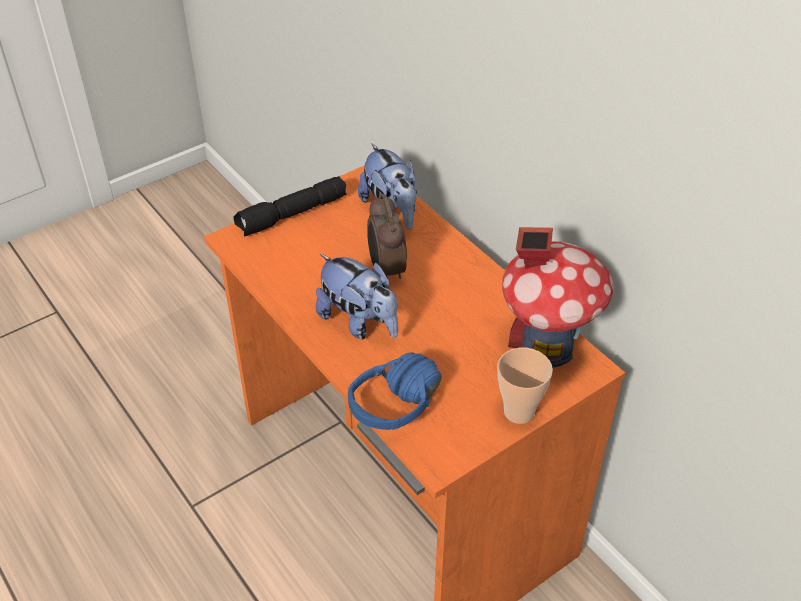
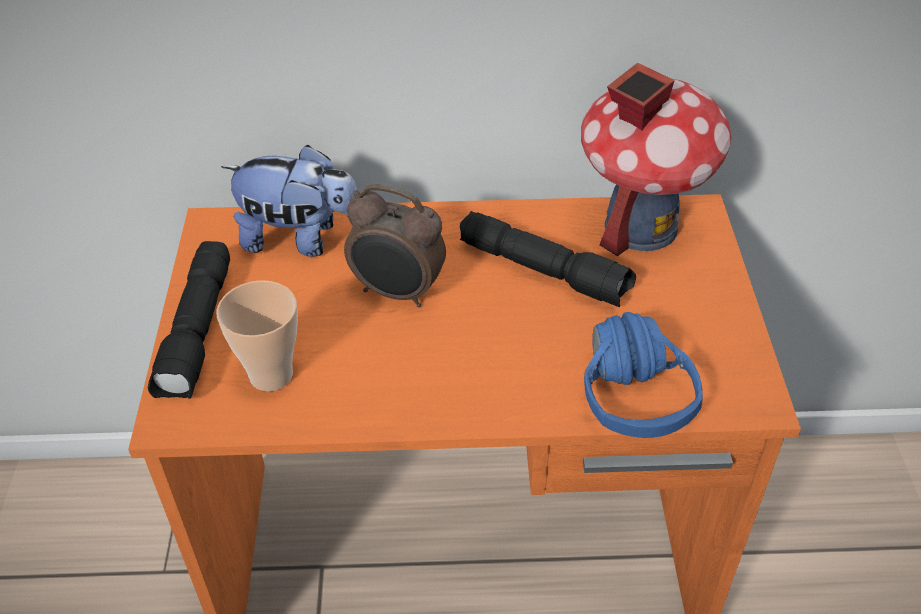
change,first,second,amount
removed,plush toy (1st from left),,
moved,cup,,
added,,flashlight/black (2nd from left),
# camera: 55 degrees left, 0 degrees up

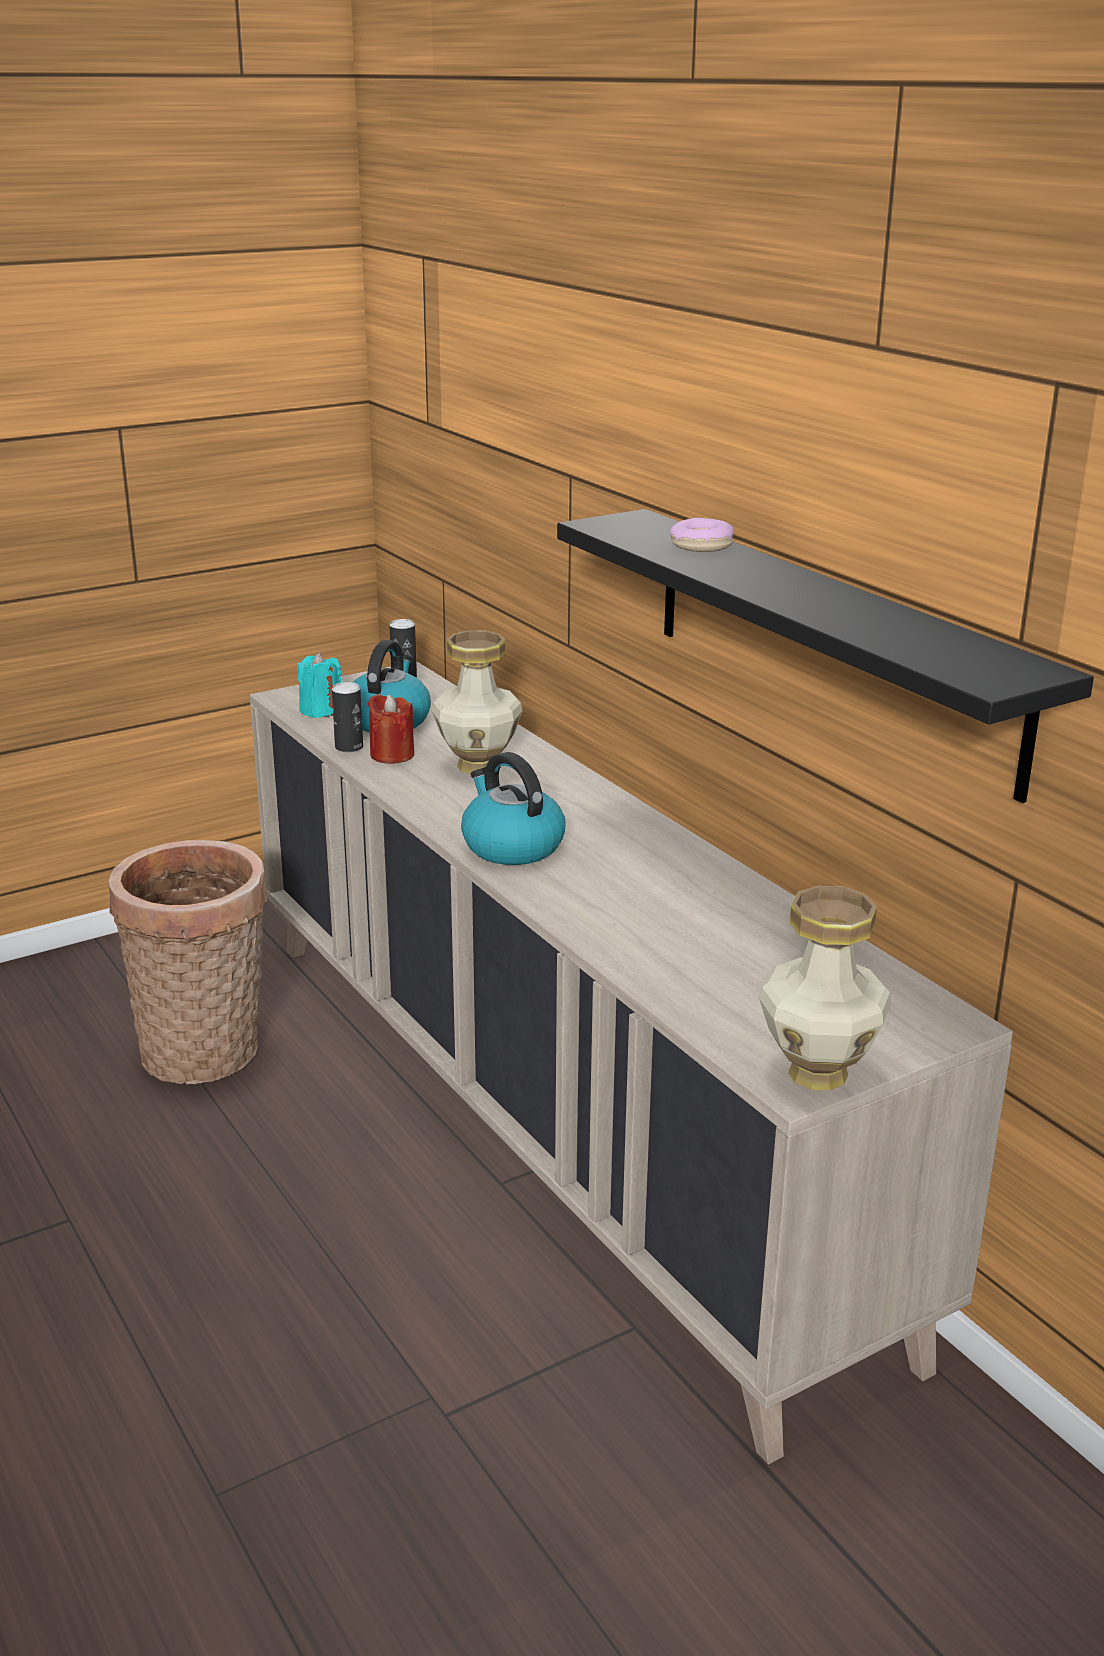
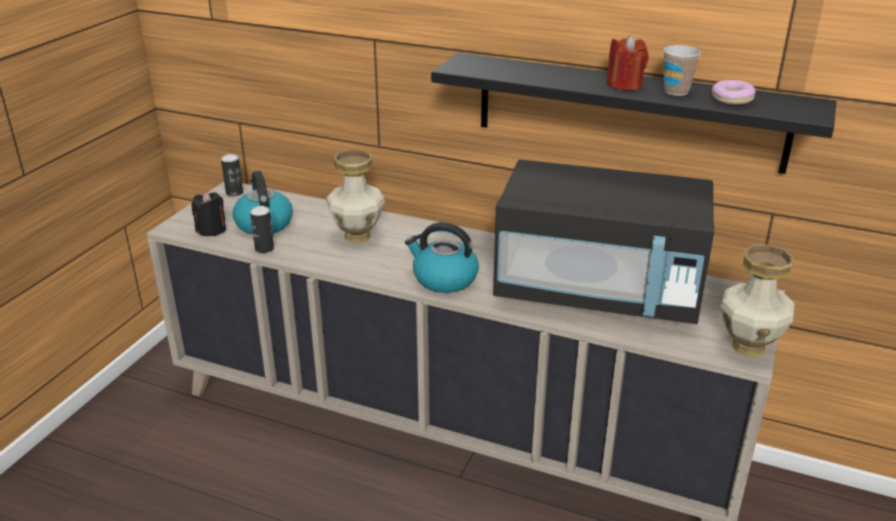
change,first,second,amount
moved,donut,,
recoloured,candle/turquoise,candle/black,
moved,candle/red,,
removed,basket,,
added,,cup,
added,,microwave/black,
# camera: 35 degrees left, 5 degrees up

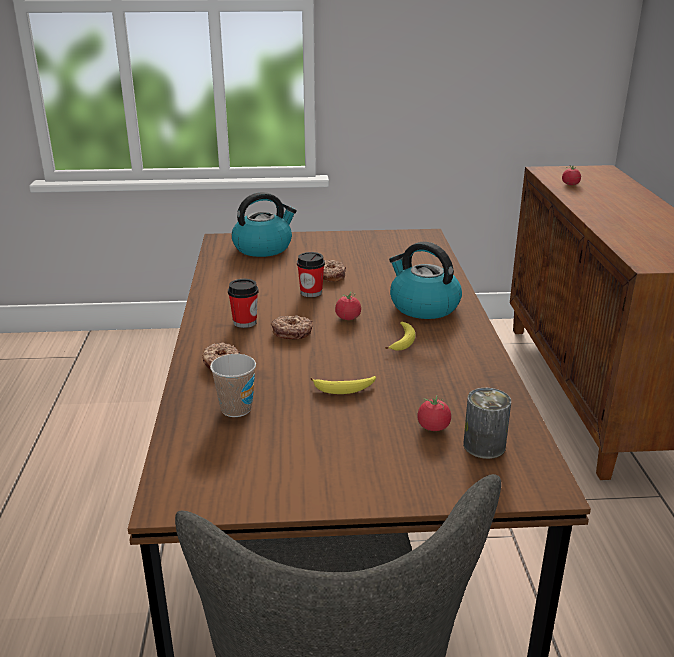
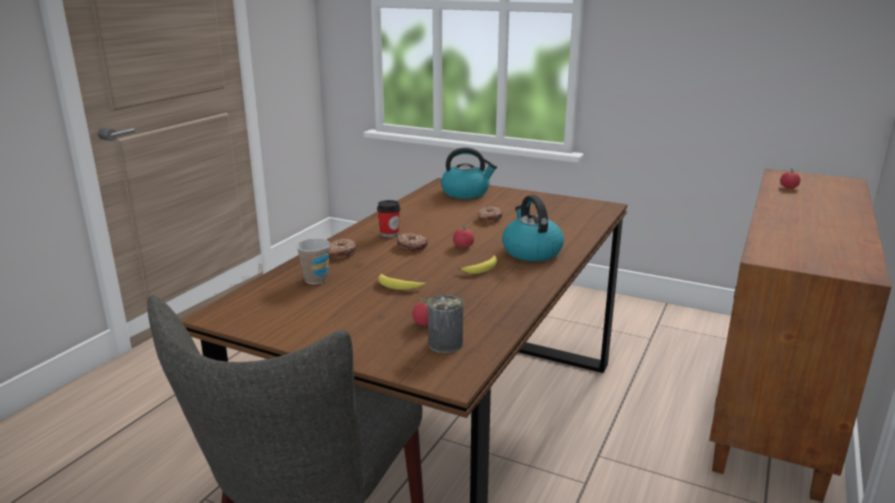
change,first,second,amount
removed,cup (3rd from left),,
# camera: 30 degrees right, 5 degrees down

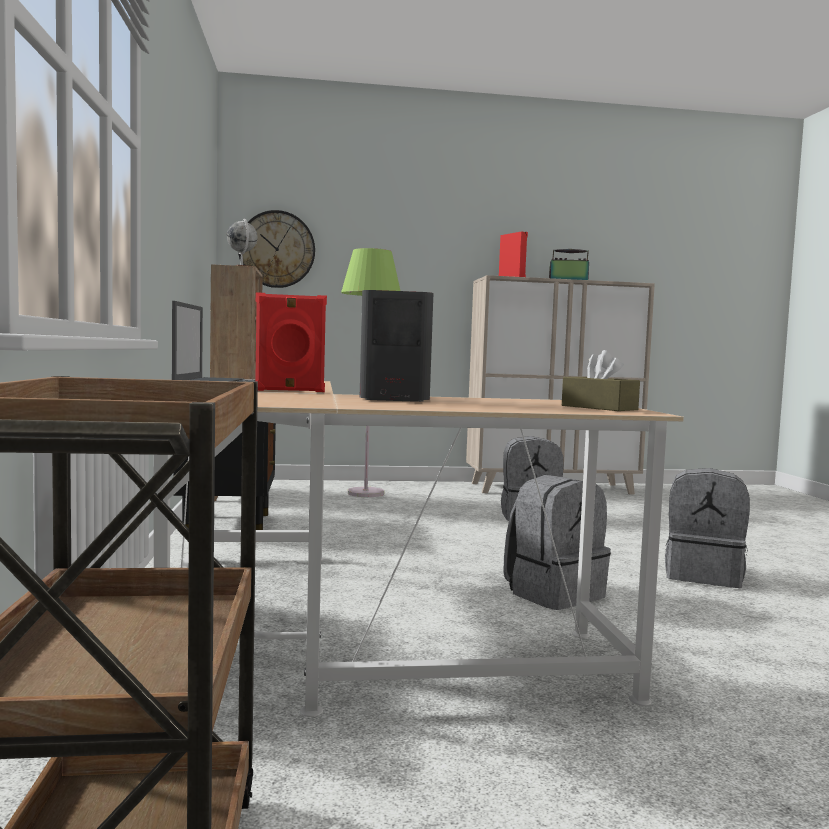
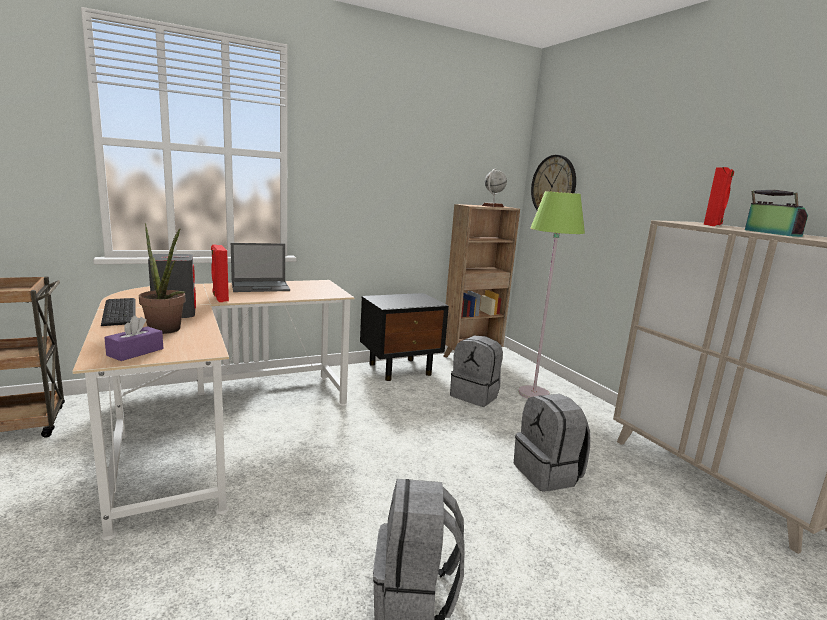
change,first,second,amount
recoloured,tissue box/brown,tissue box/purple,
moved,backpack/grey (2nd from left),,
added,,potted plant,
added,,keyboard,
# camera: 70 degrees right, 10 degrees up

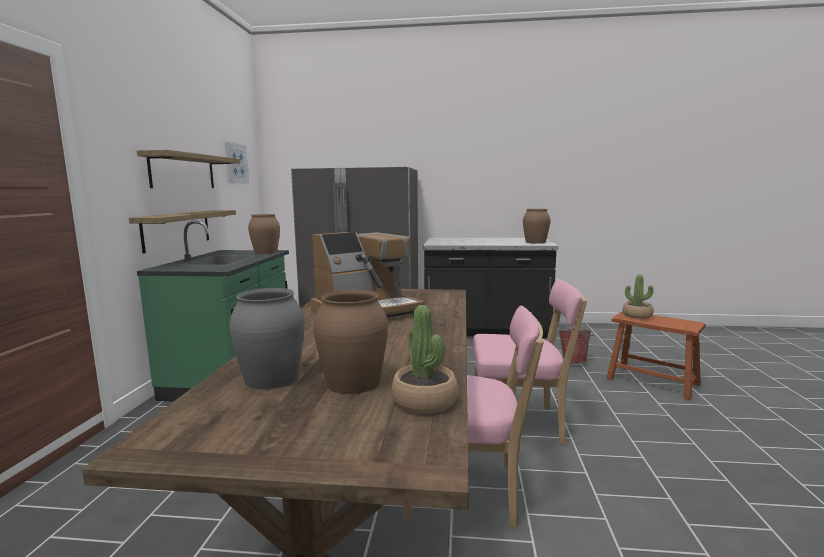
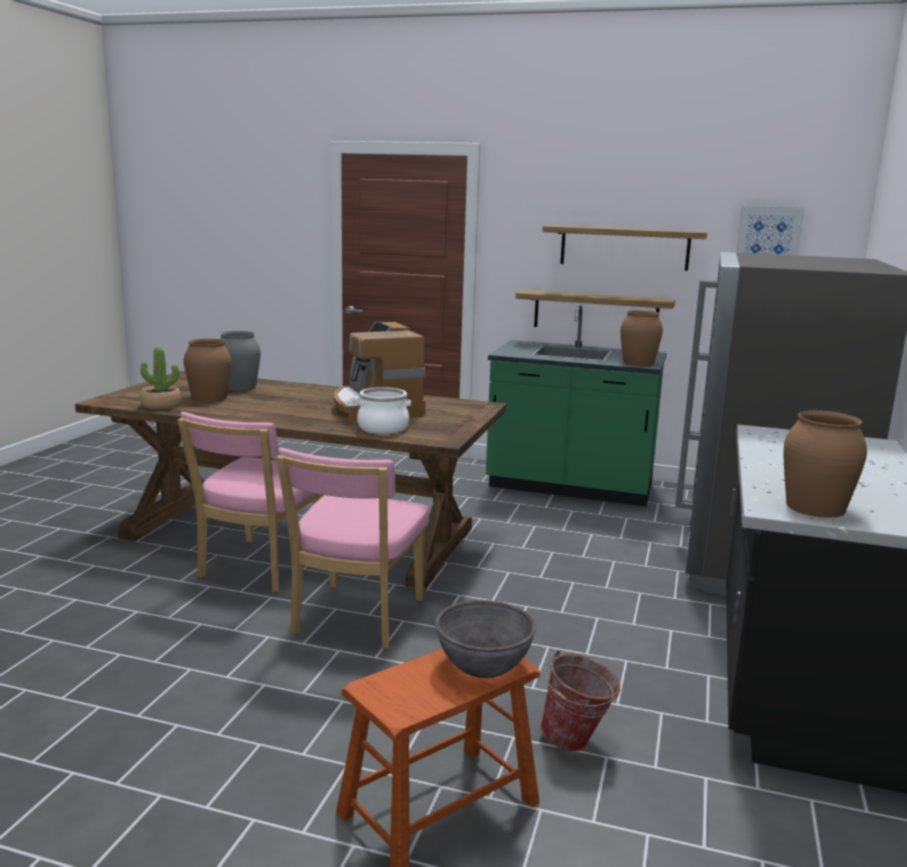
change,first,second,amount
replaced,potted plant (2nd from left),bowl/grey,
added,,cooking pot,
# camera: 100 degrees right, 5 degrees up

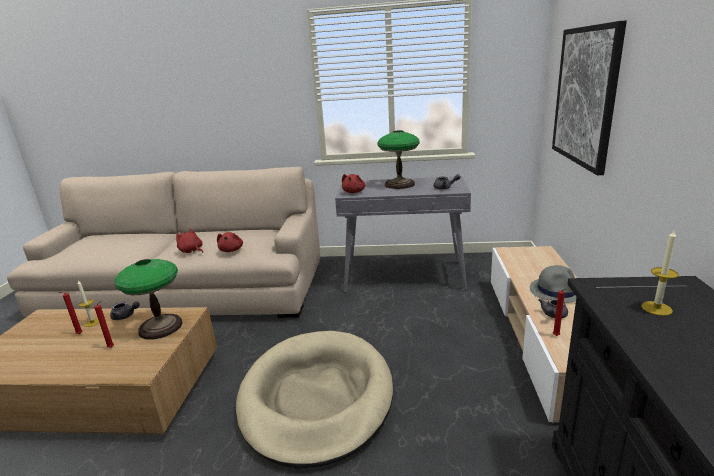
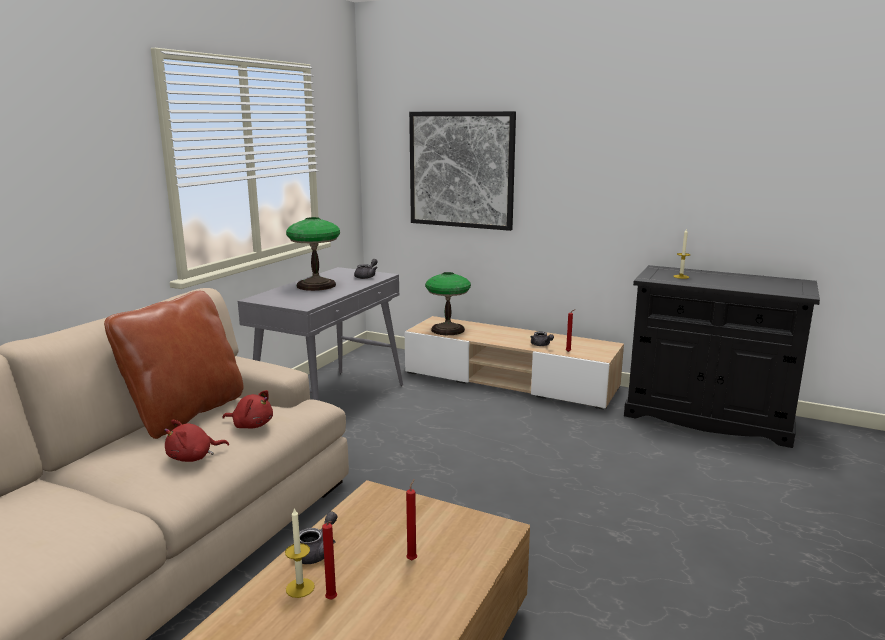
change,first,second,amount
removed,plush toy/red (3rd from left),,
moved,table lamp (1st from left in the first image),table lamp (2nd from left),
removed,hat/grey,,
removed,dog bed/beige,,
added,,pillow/brown,
# camera: 70 degrees left, 5 degrees down

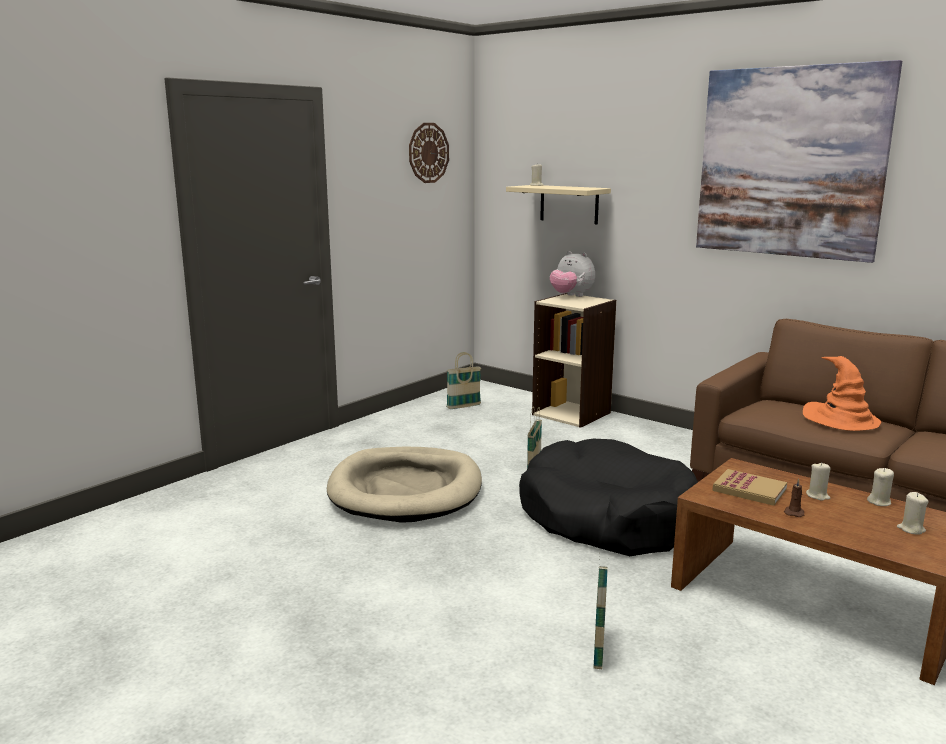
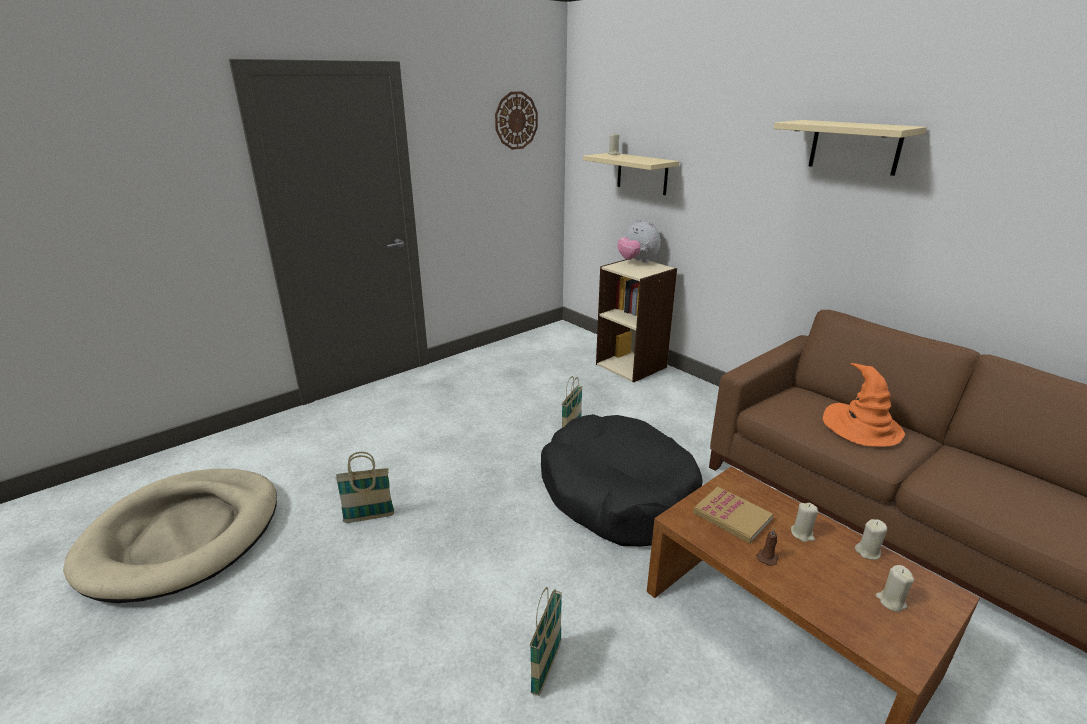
change,first,second,amount
replaced,picture,shelf/beige (2nd from left),
moved,basket (1st from left),,
moved,dog bed/beige,,
# camera: 10 degrees right, 10 degrees up

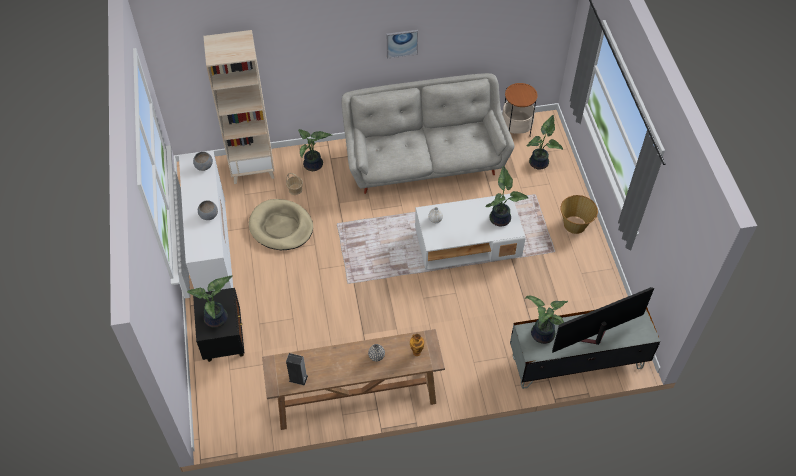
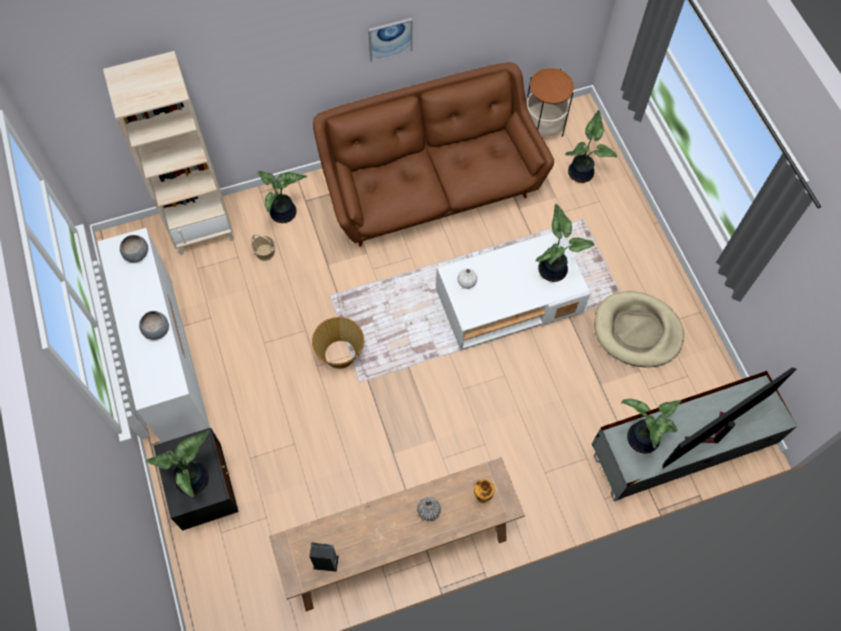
change,first,second,amount
recoloured,sofa/grey,sofa/brown,
moved,basket (2nd from left),,
moved,dog bed/beige,,
# camera: 10 degrees left, 10 degrees up

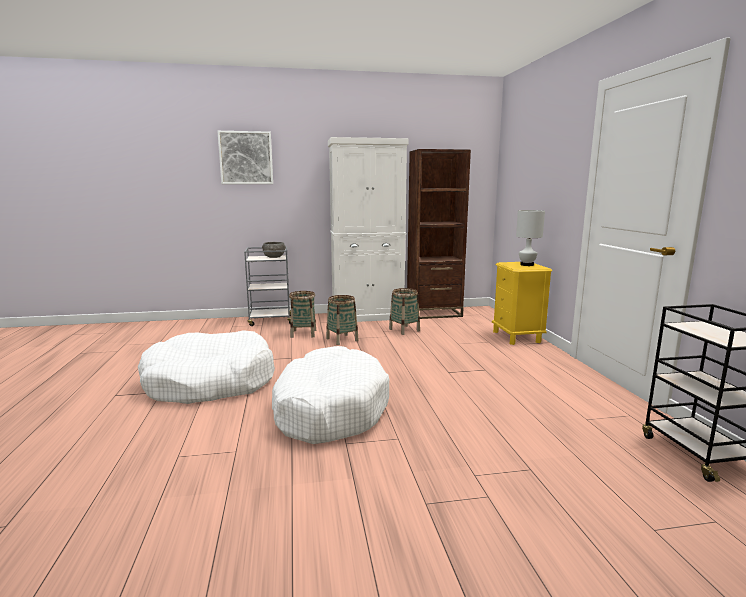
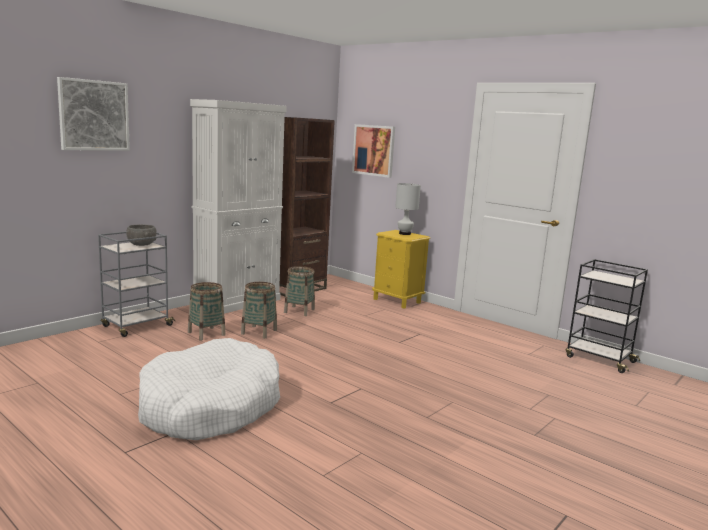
change,first,second,amount
removed,dog bed/white (2nd from left),,
added,,picture (2nd from left),
# camera: 40 degrees left, 0 degrees up

